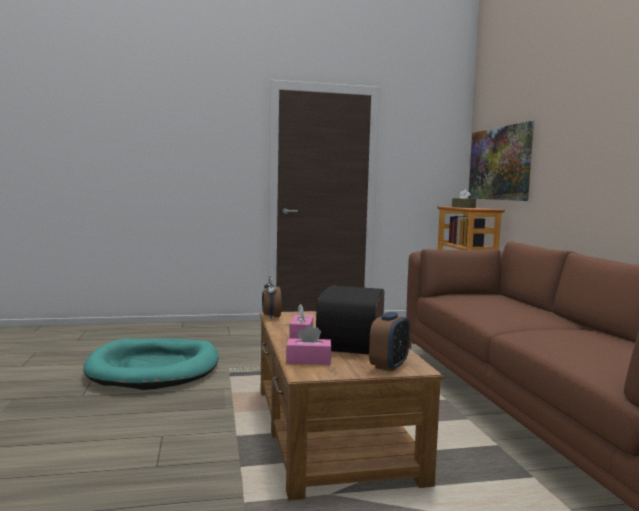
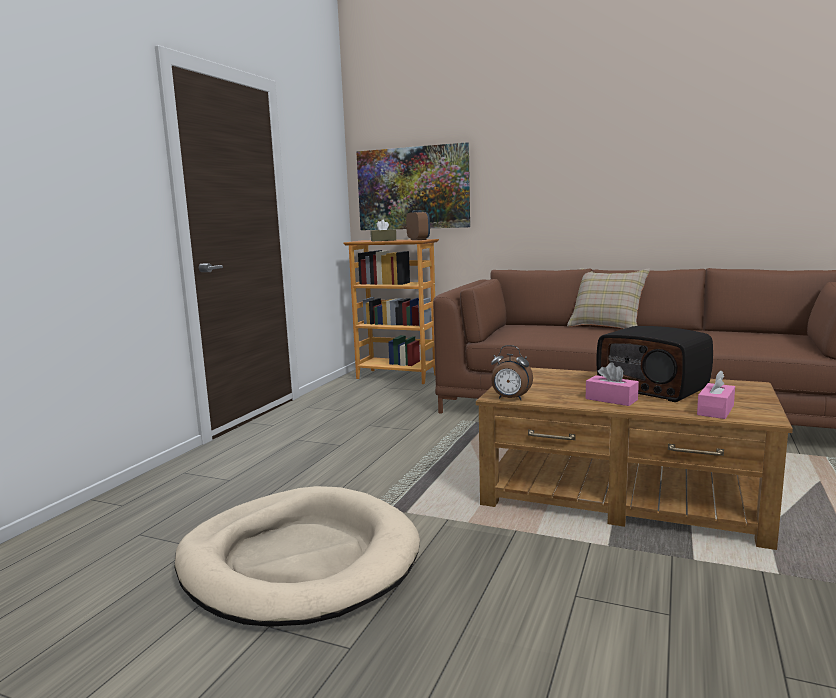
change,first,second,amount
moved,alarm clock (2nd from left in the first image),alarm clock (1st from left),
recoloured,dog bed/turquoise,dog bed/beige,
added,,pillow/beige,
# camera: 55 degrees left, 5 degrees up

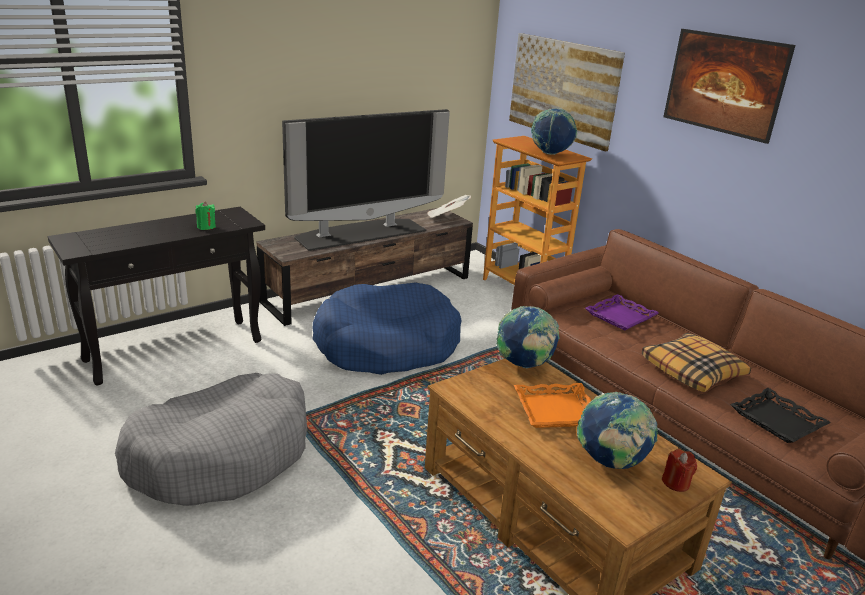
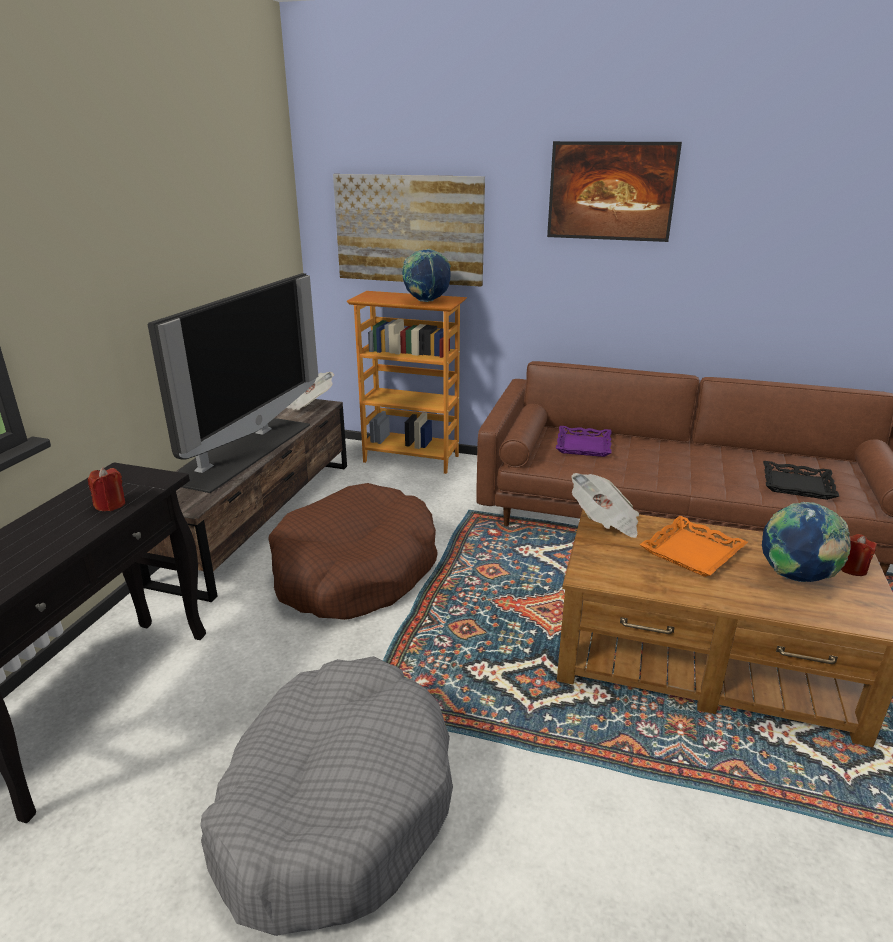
change,first,second,amount
recoloured,candle/green,candle/red (1st from left),
recoloured,dog bed/blue,dog bed/brown,
replaced,globe (1st from left),newspaper (2nd from left),
removed,pillow,,
# camera: 35 degrees left, 0 degrees up

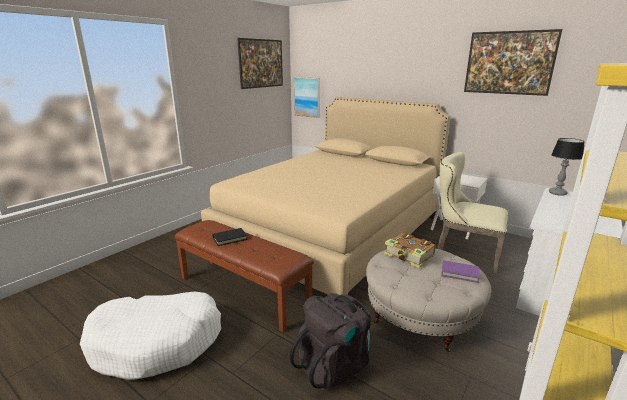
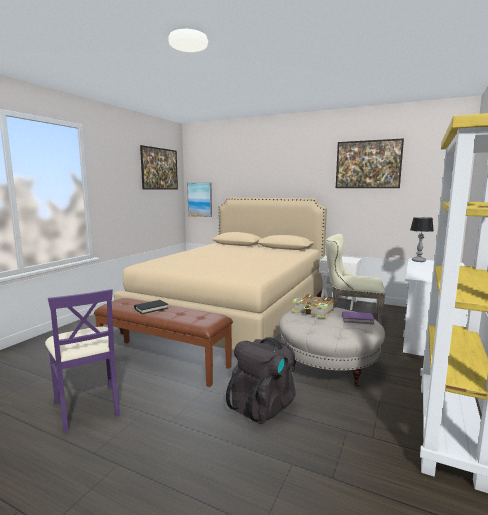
change,first,second,amount
replaced,dog bed/white,chair/purple,
# camera: 10 degrees left, 10 degrees down

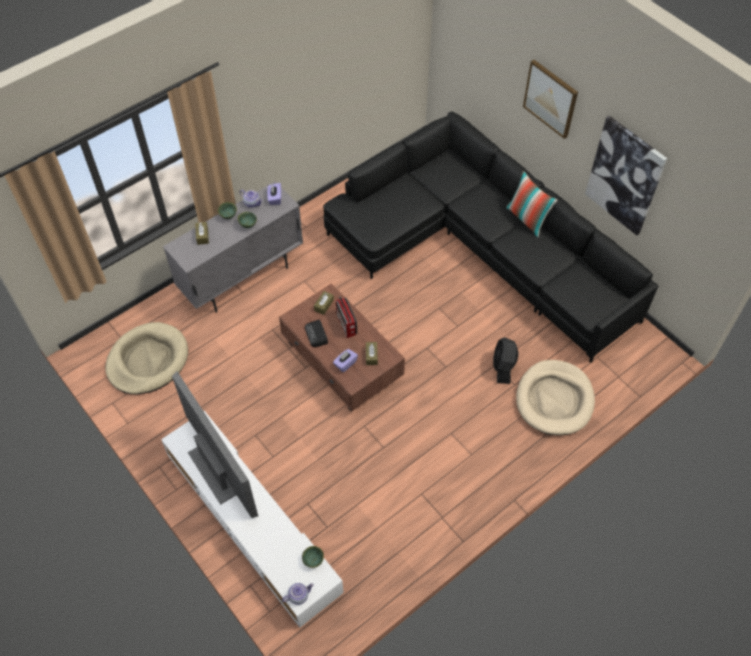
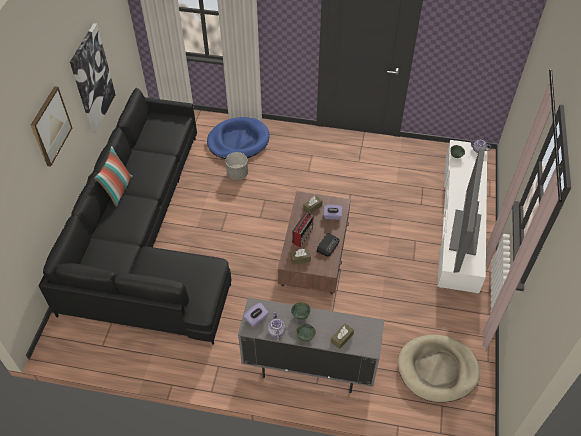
change,first,second,amount
replaced,fan/black,planter/grey,
recoloured,dog bed/beige (2nd from left),dog bed/blue,
# camera: 130 degrees left, 5 degrees down

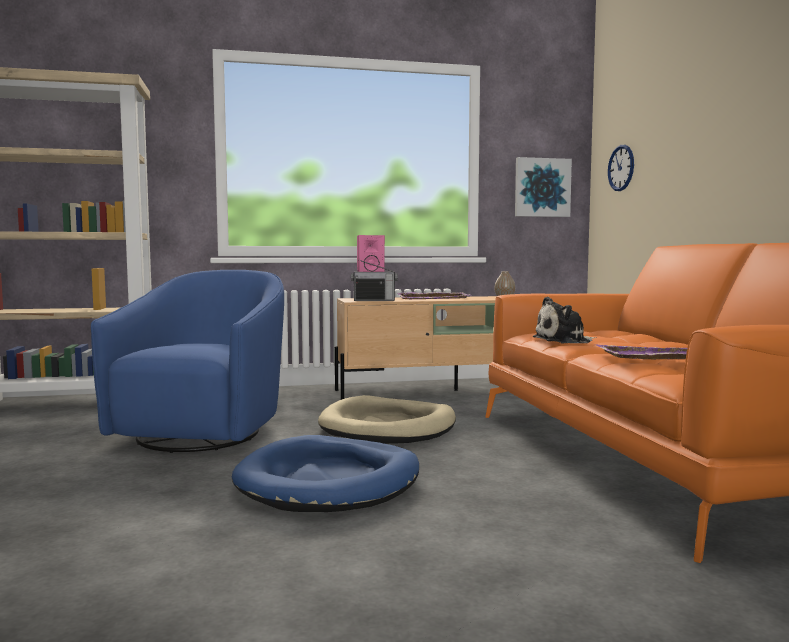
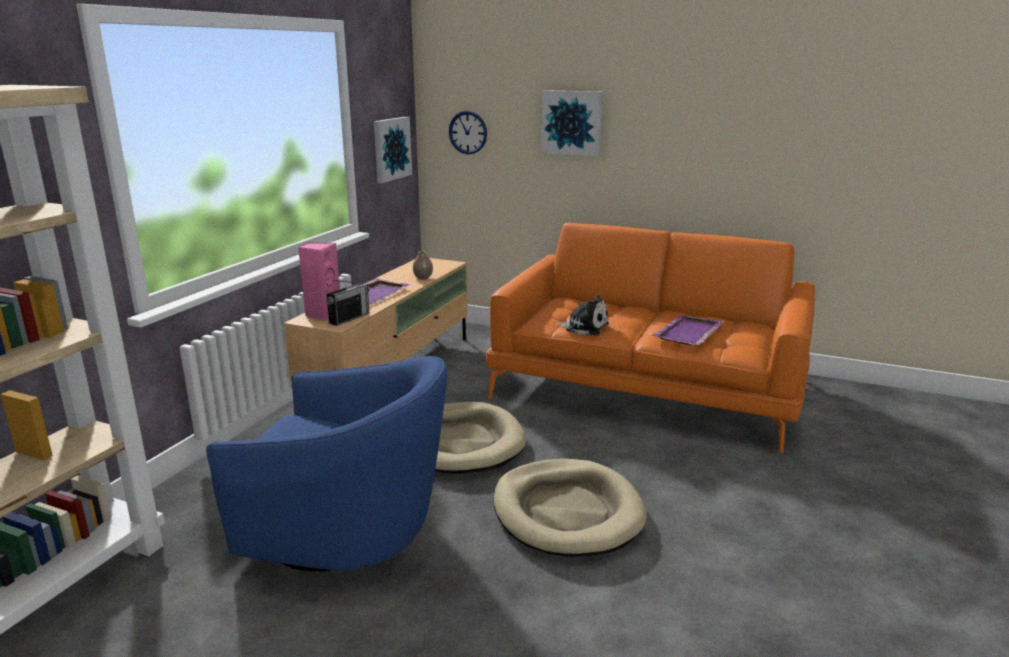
change,first,second,amount
turned,armchair/blue,,150 degrees clockwise
turned,plush toy,,90 degrees counterclockwise
recoloured,dog bed/blue,dog bed/beige (2nd from left),
added,,picture (2nd from left),
# camera: 55 degrees left, 15 degrees up

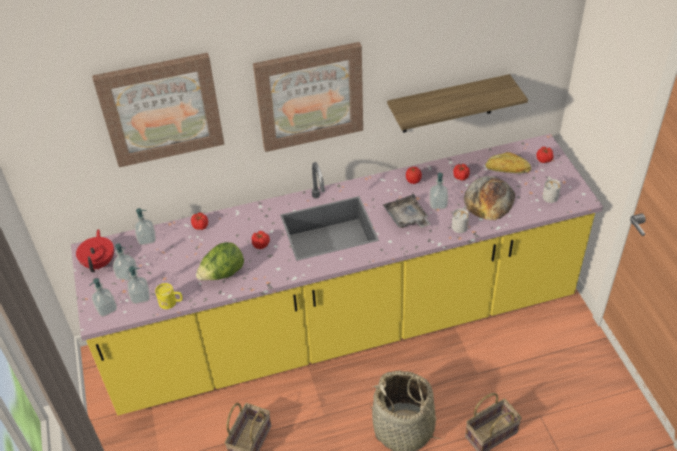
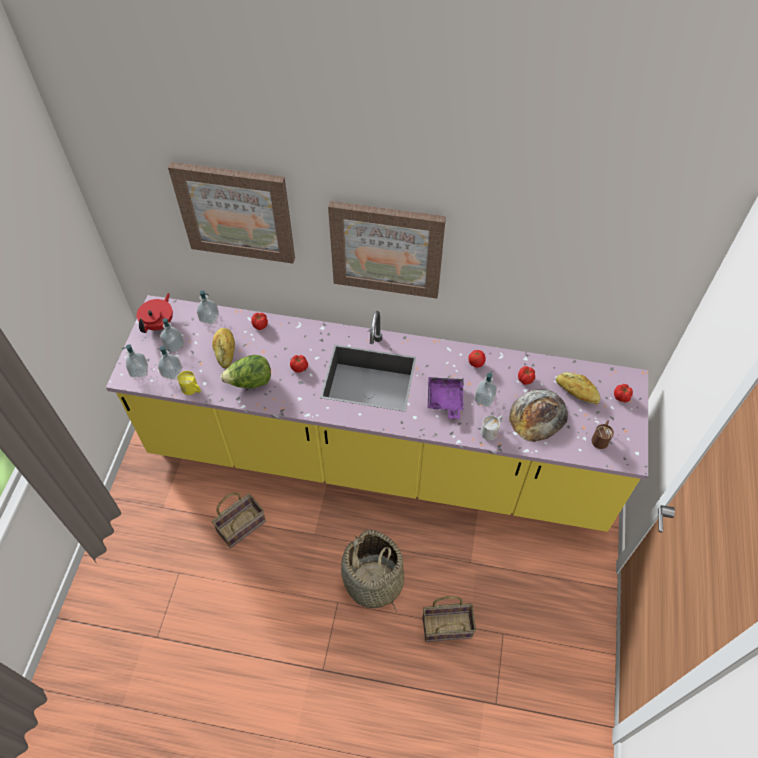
change,first,second,amount
removed,shelf,,
recoloured,mug/white (2nd from left),mug/brown,
recoloured,tray/grey,tray/purple,
added,,bread (1st from left),
# camera: 25 degrees right, 10 degrees up

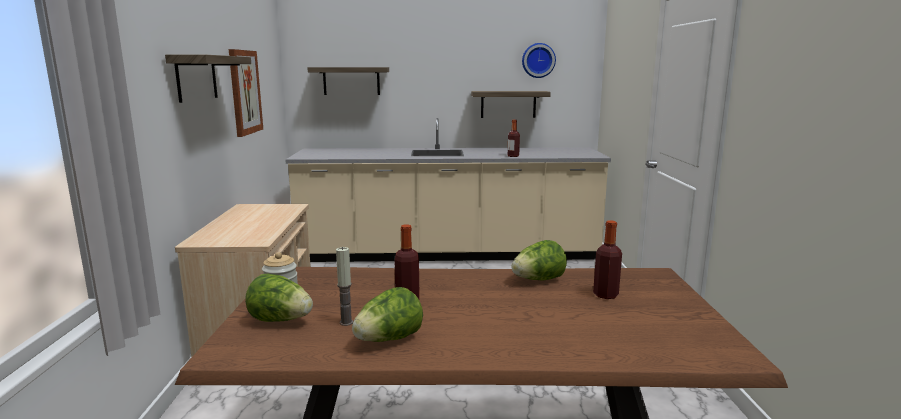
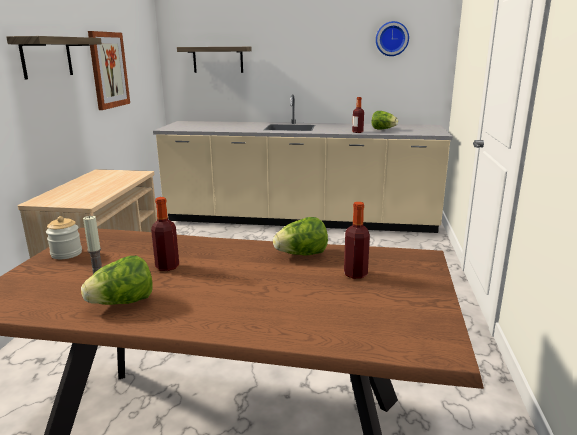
change,first,second,amount
removed,shelf (3rd from left),,
moved,lettuce (1st from left in the first image),lettuce (3rd from left),
# camera: 10 degrees right, 5 degrees up

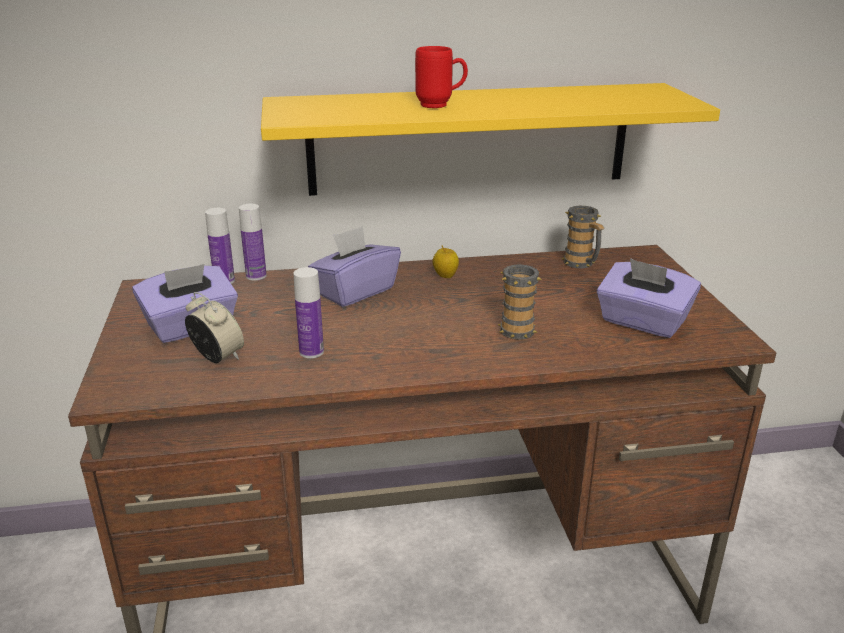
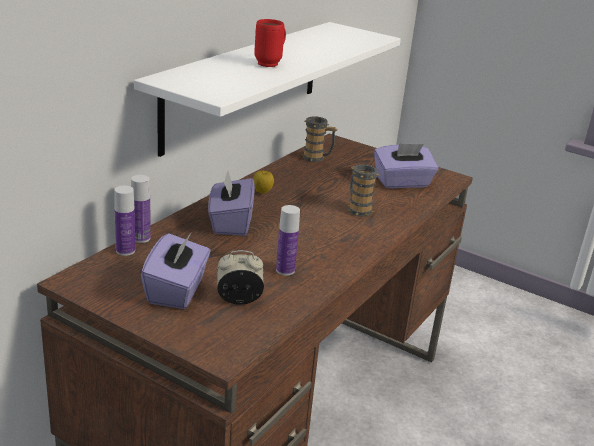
change,first,second,amount
recoloured,shelf/yellow,shelf/white,
# camera: 50 degrees left, 0 degrees up

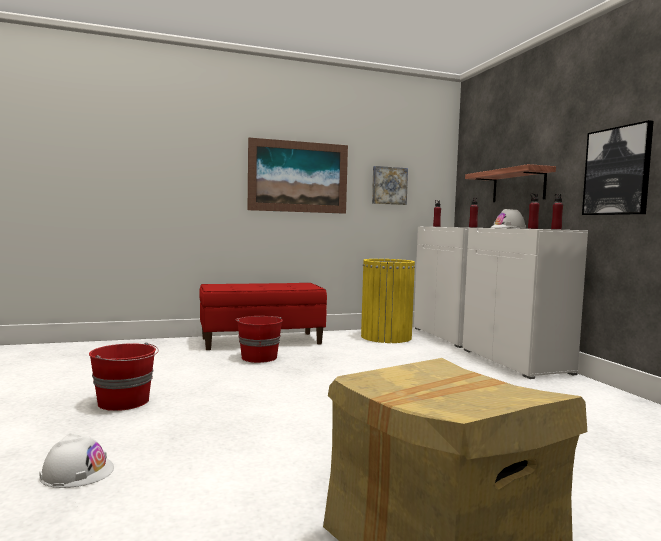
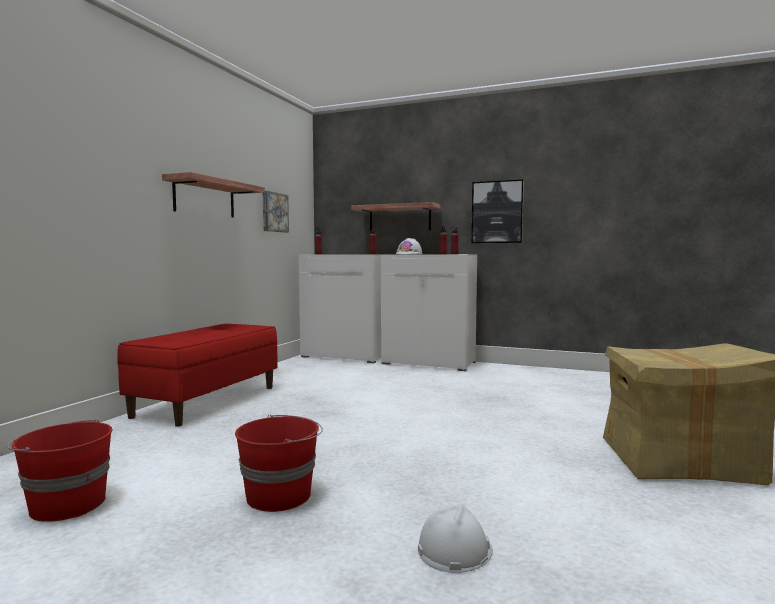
change,first,second,amount
replaced,picture (1st from left),shelf (1st from left),
removed,trash can/yellow,,
moved,bucket/red (2nd from left in the first image),bucket/red (1st from left),
# camera: 50 degrees left, 0 degrees up

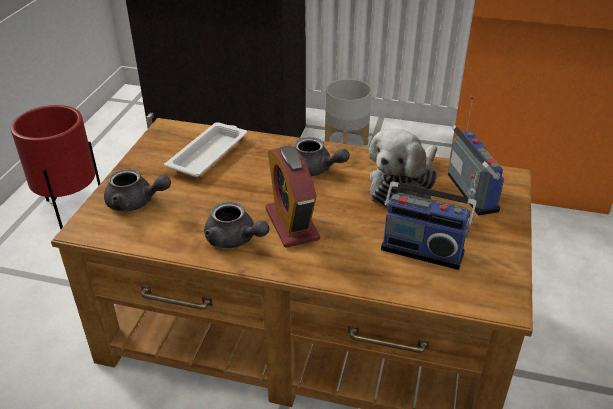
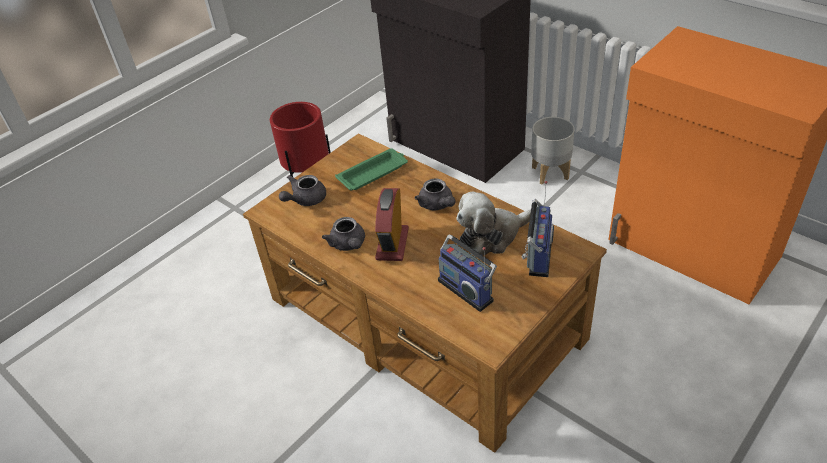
change,first,second,amount
recoloured,tray/white,tray/green,
turned,teapot/grey (1st from left),,90 degrees clockwise
# camera: 30 degrees right, 5 degrees up

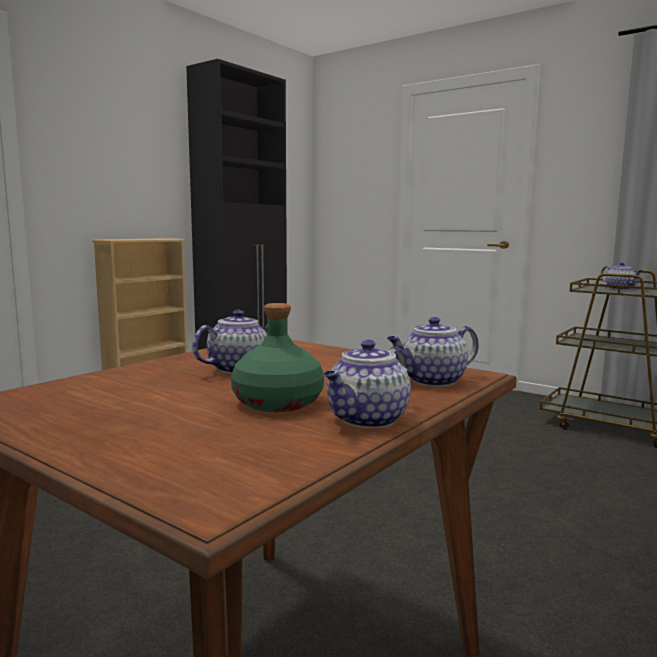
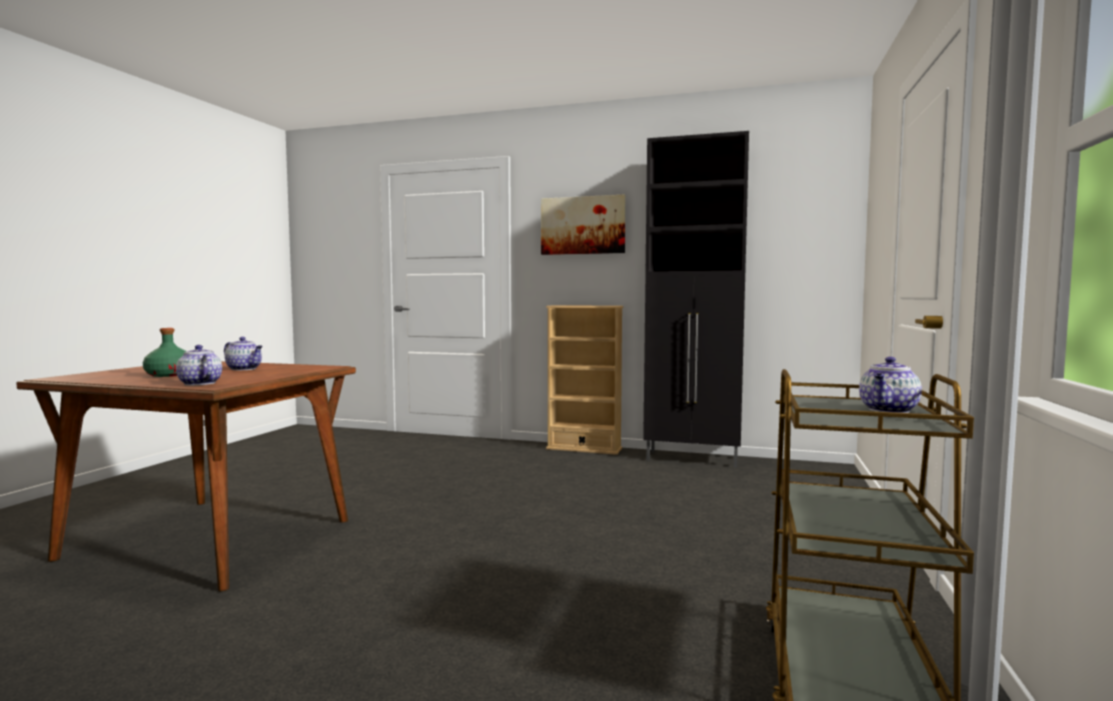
change,first,second,amount
removed,teapot (2nd from left),,
added,,picture,
# camera: 70 degrees right, 5 degrees down

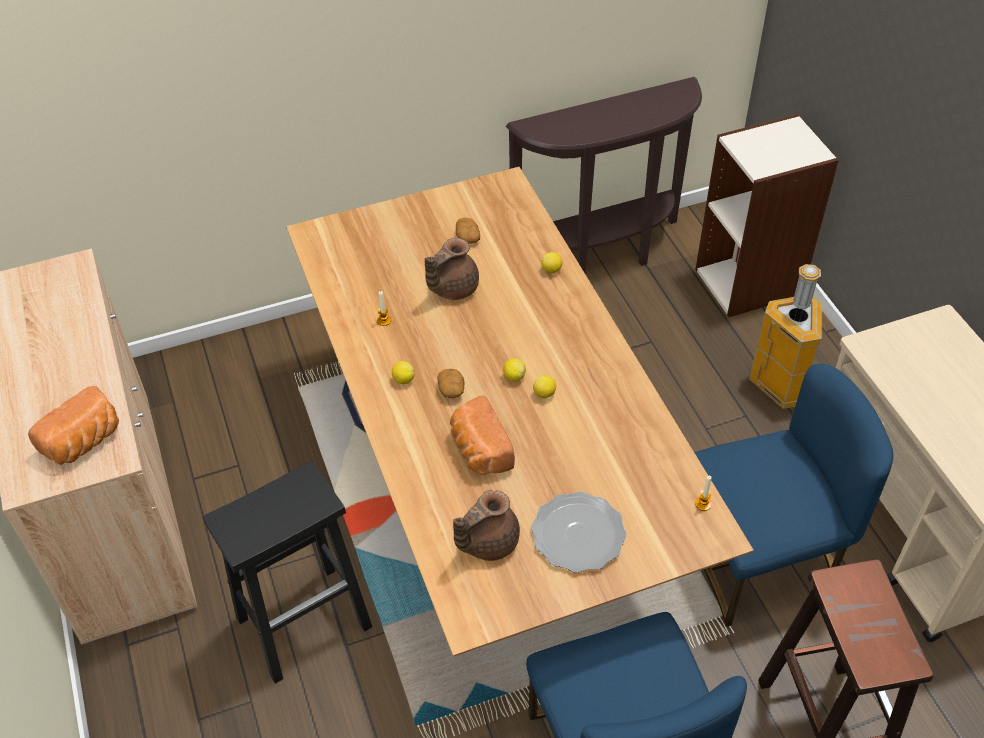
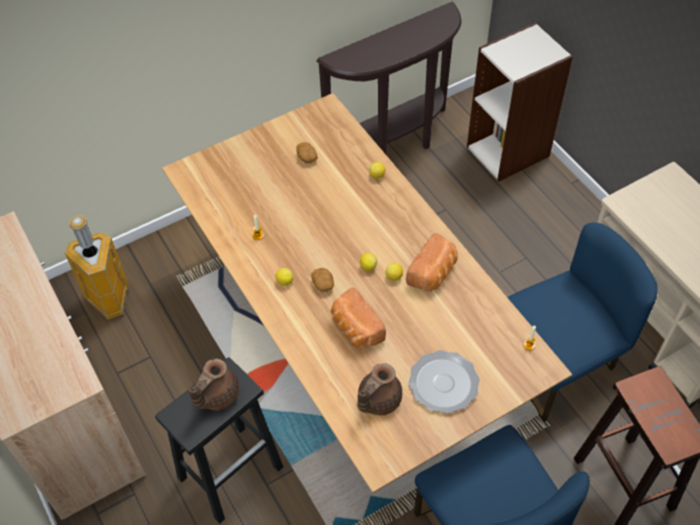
change,first,second,amount
moved,teapot/brown (1st from left),,
moved,trash can,,
moved,bread (1st from left in the first image),bread (2nd from left),
# camera: 10 degrees left, 5 degrees up

